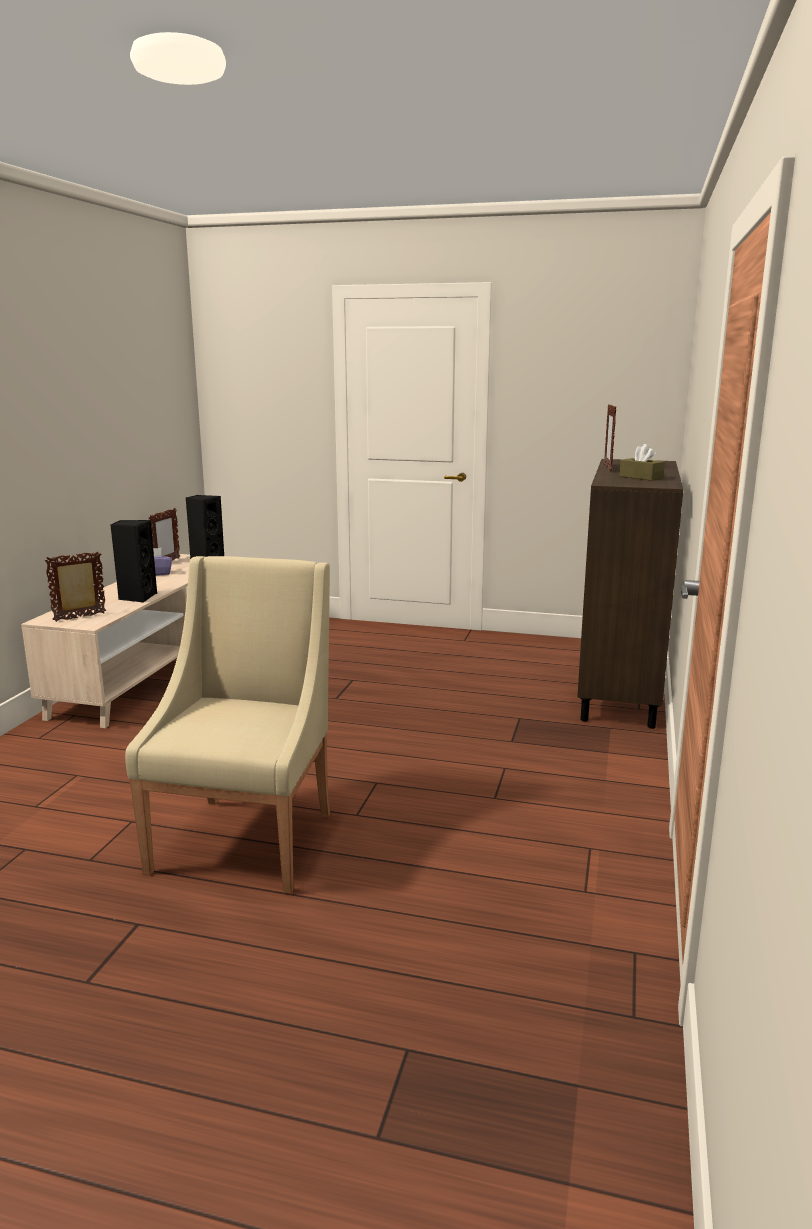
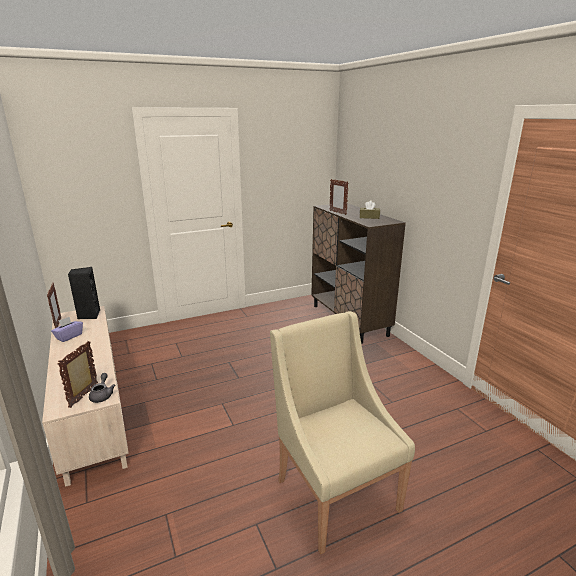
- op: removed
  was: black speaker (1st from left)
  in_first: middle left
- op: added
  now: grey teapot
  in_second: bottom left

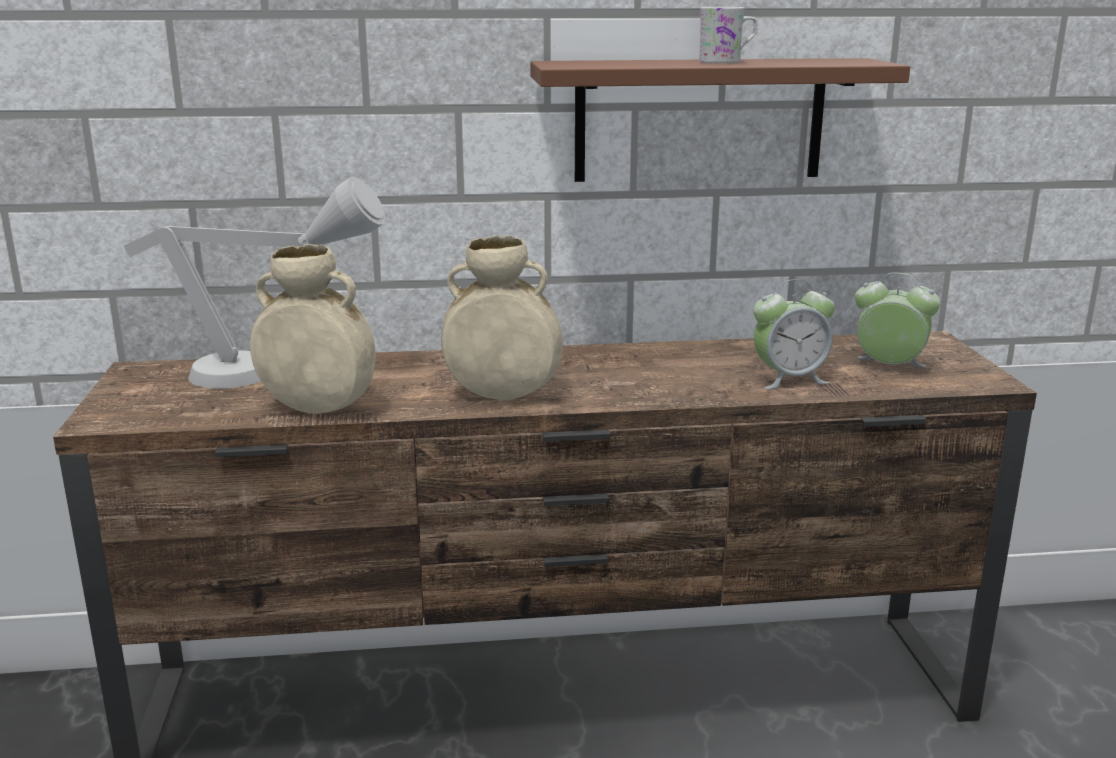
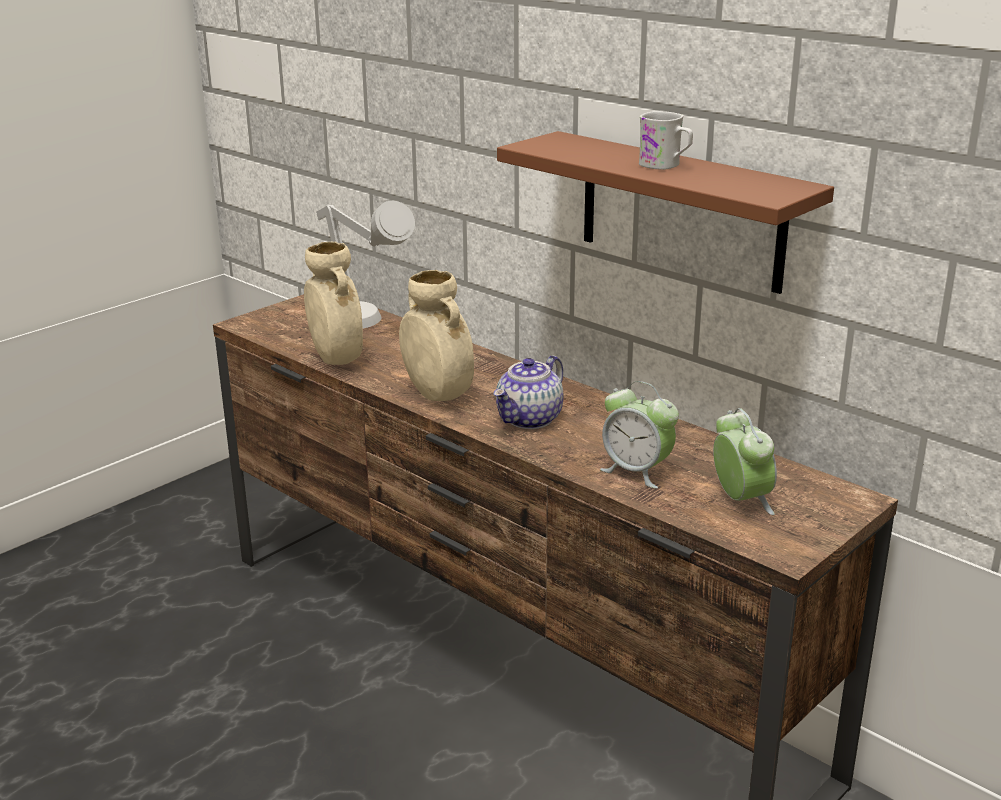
- op: added
  now: teapot
  in_second: centre

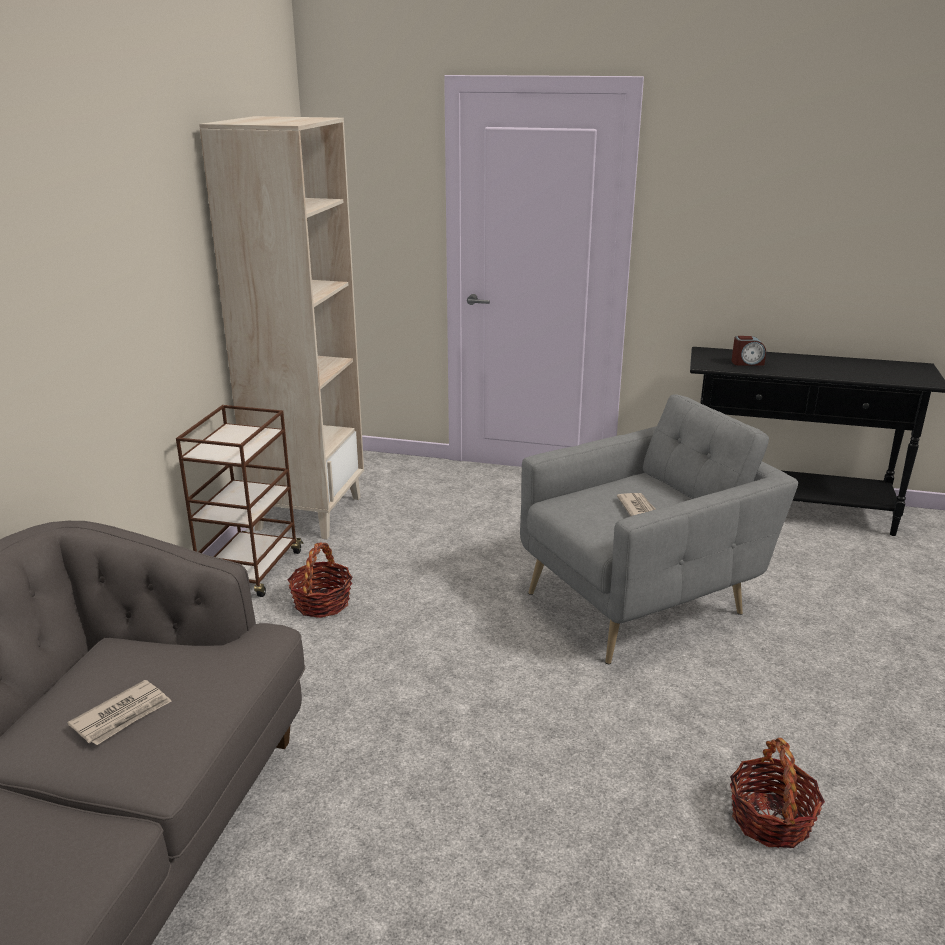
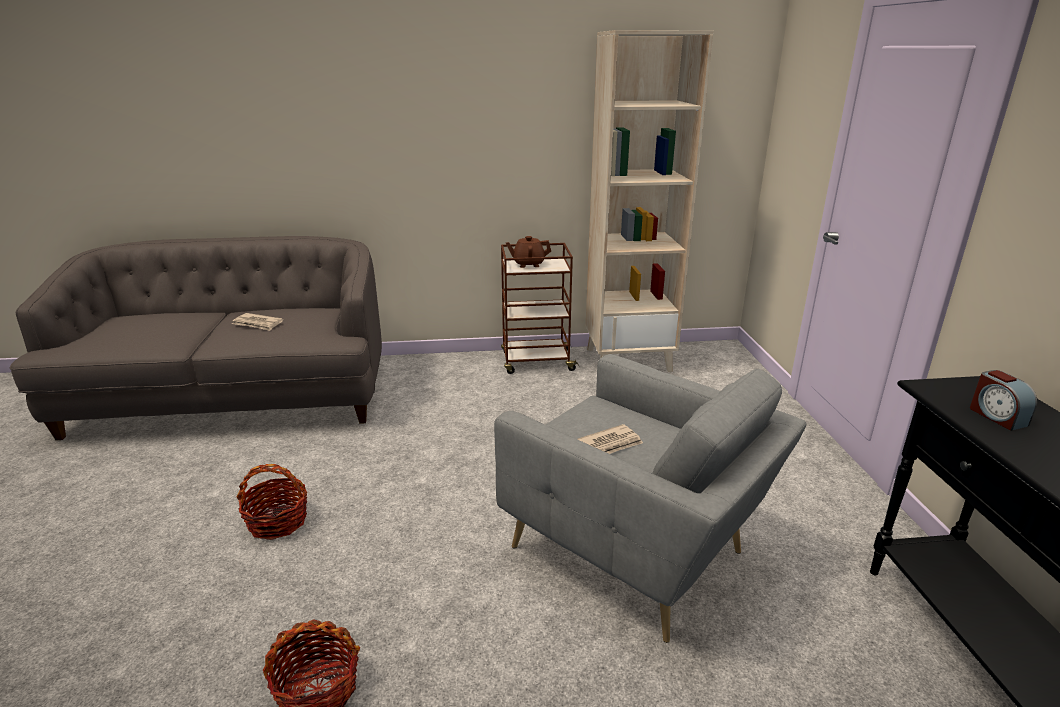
- op: moved
  was: basket (1st from left)
  in_first: centre
  in_second: bottom left
- op: added
  now: brown teapot
  in_second: centre

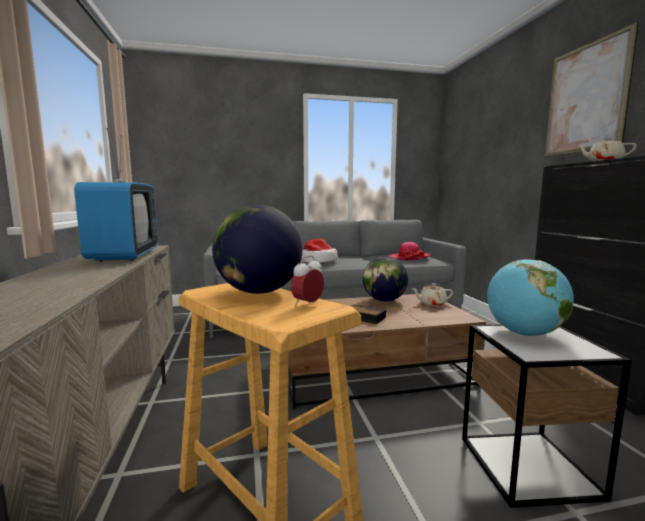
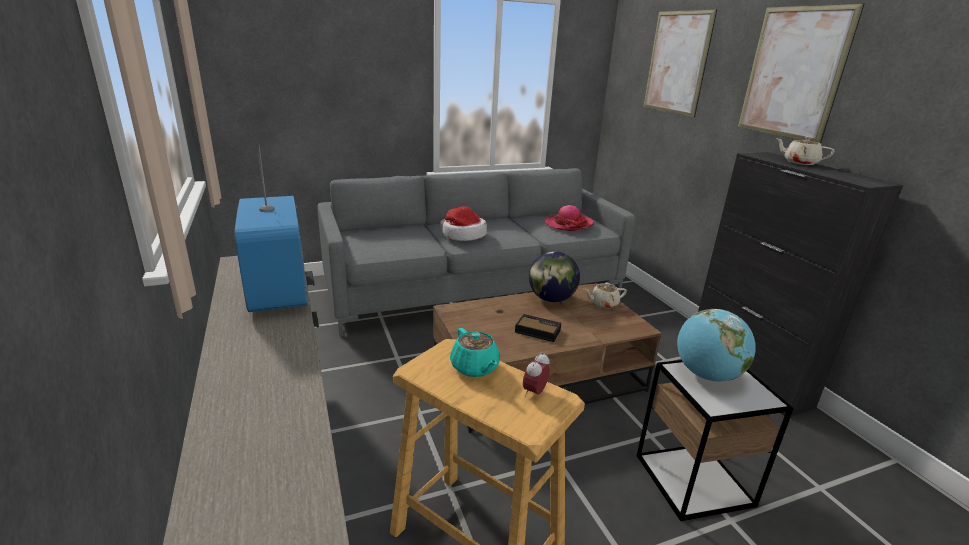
- op: replaced
  was: globe (1st from left)
  now: turquoise teapot
  in_first: centre
  in_second: centre
- op: added
  now: picture (1st from left)
  in_second: top right

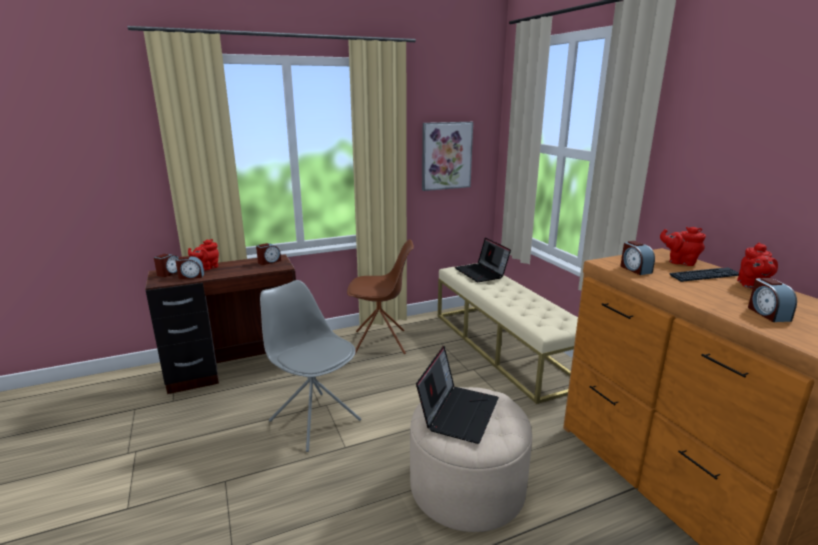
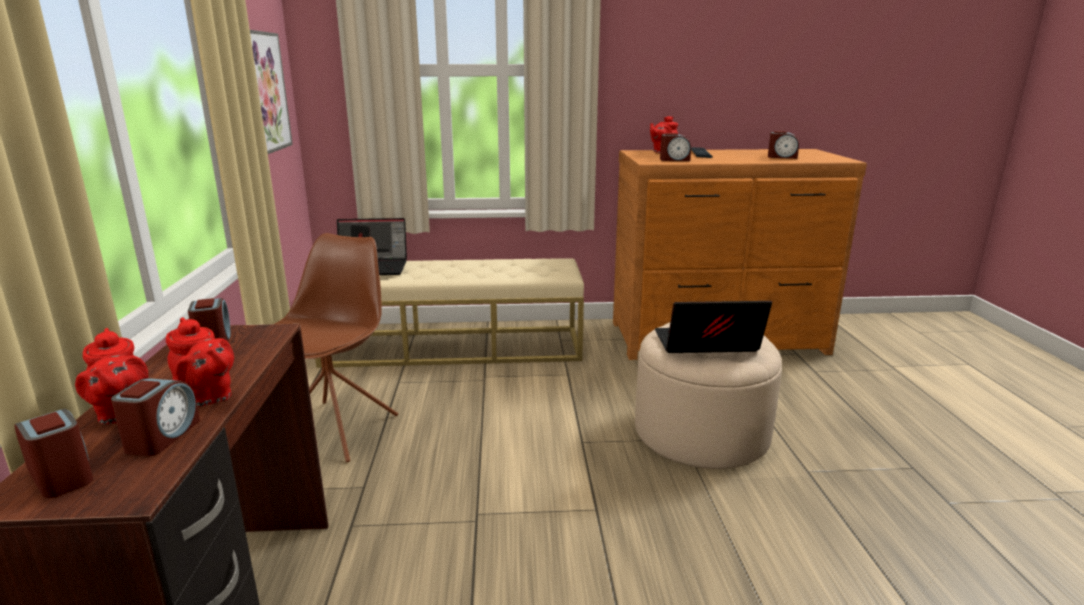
- op: removed
  was: grey chair
  in_first: bottom centre
- op: turned
  was: laptop (1st from left in the first image)
  in_first: bottom centre
  in_second: centre
  clockwise: -45
- op: moved
  was: red teapot (3rd from left in the first image)
  now: red teapot (2nd from left)
  in_first: middle right
  in_second: middle left

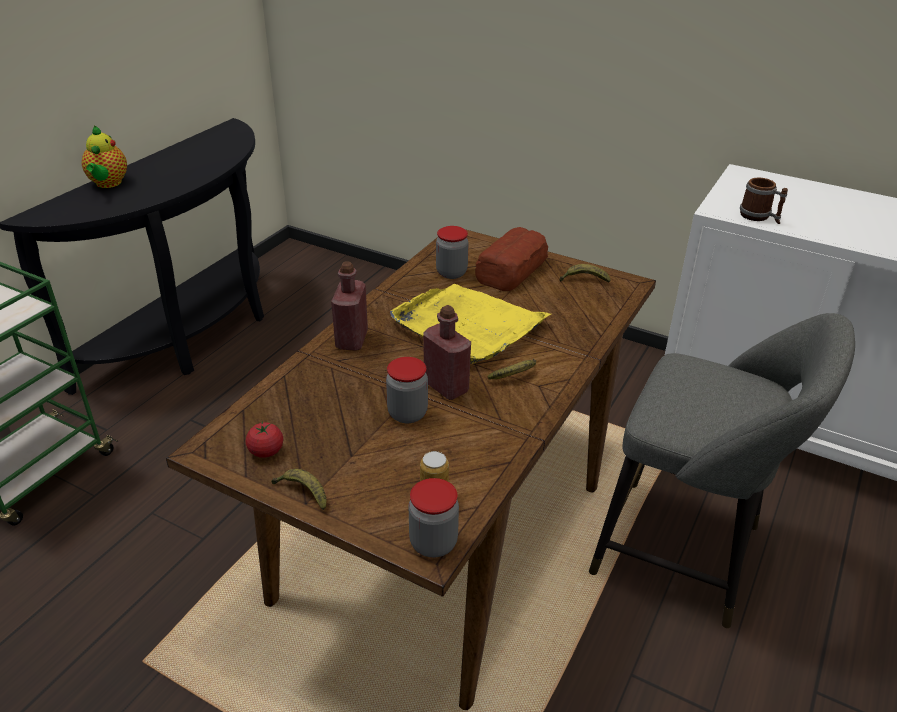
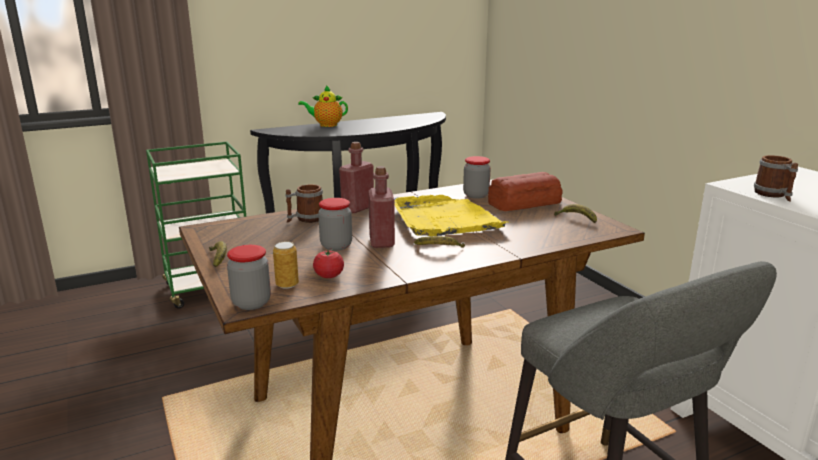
- op: turned
  was: teapot
  in_first: top left
  in_second: top centre
  clockwise: 60
- op: moved
  was: tomato
  in_first: middle left
  in_second: centre
- op: added
  now: mug (1st from left)
  in_second: centre

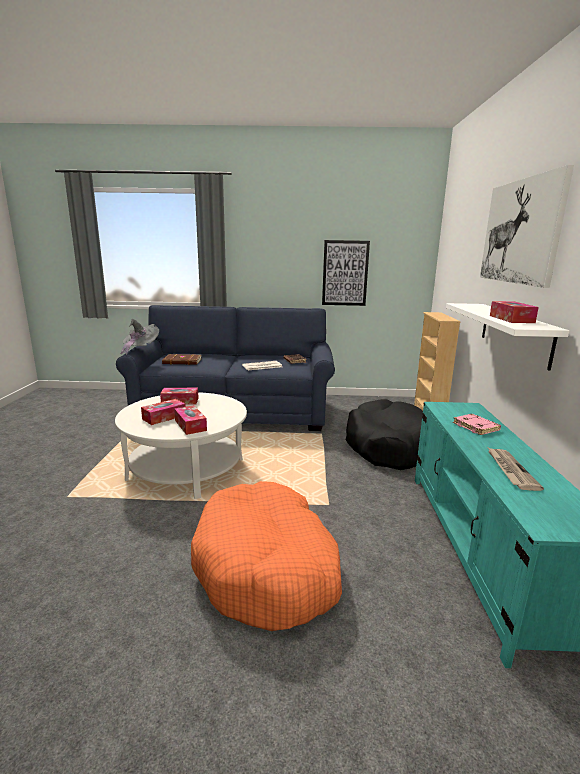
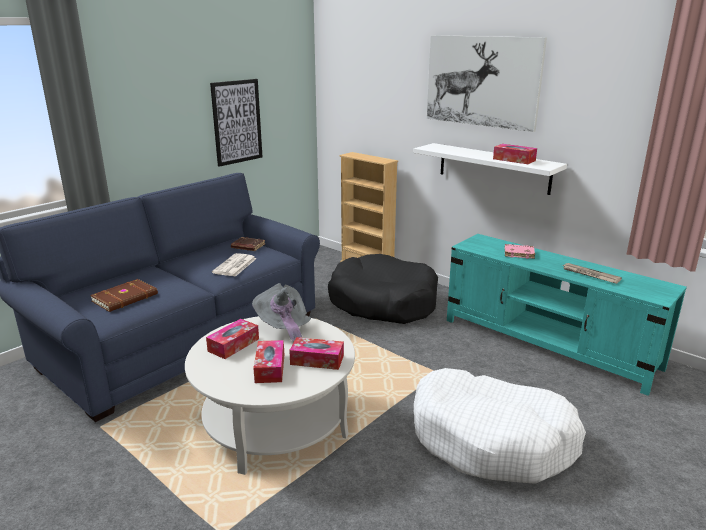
- op: moved
  was: grey hat
  in_first: middle left
  in_second: centre
- op: recoloured
  was: orange dog bed
  now: white dog bed
  in_first: bottom centre
  in_second: bottom right

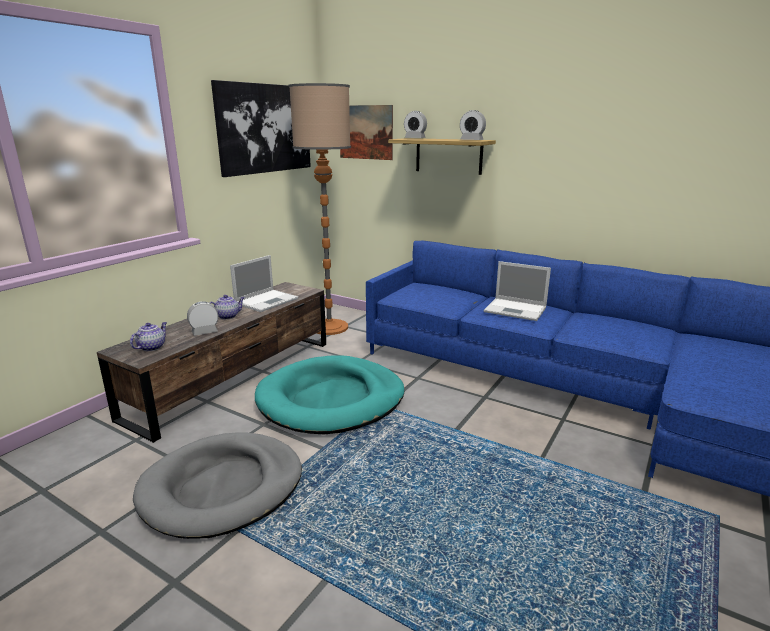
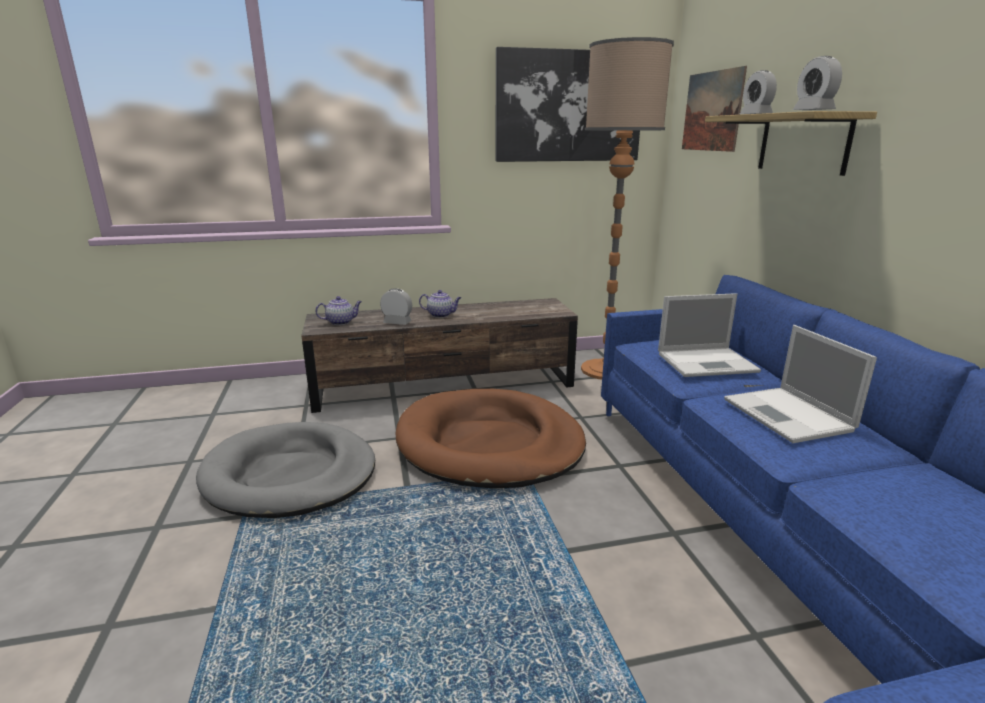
- op: moved
  was: laptop (1st from left)
  in_first: centre
  in_second: middle right
- op: recoloured
  was: turquoise dog bed
  now: brown dog bed
  in_first: centre
  in_second: centre

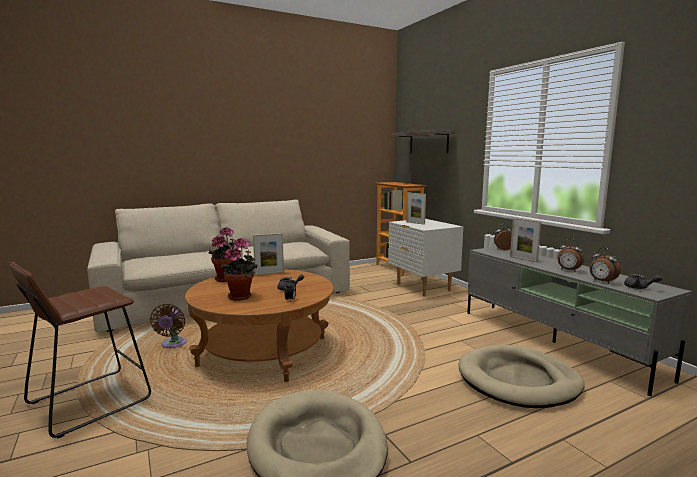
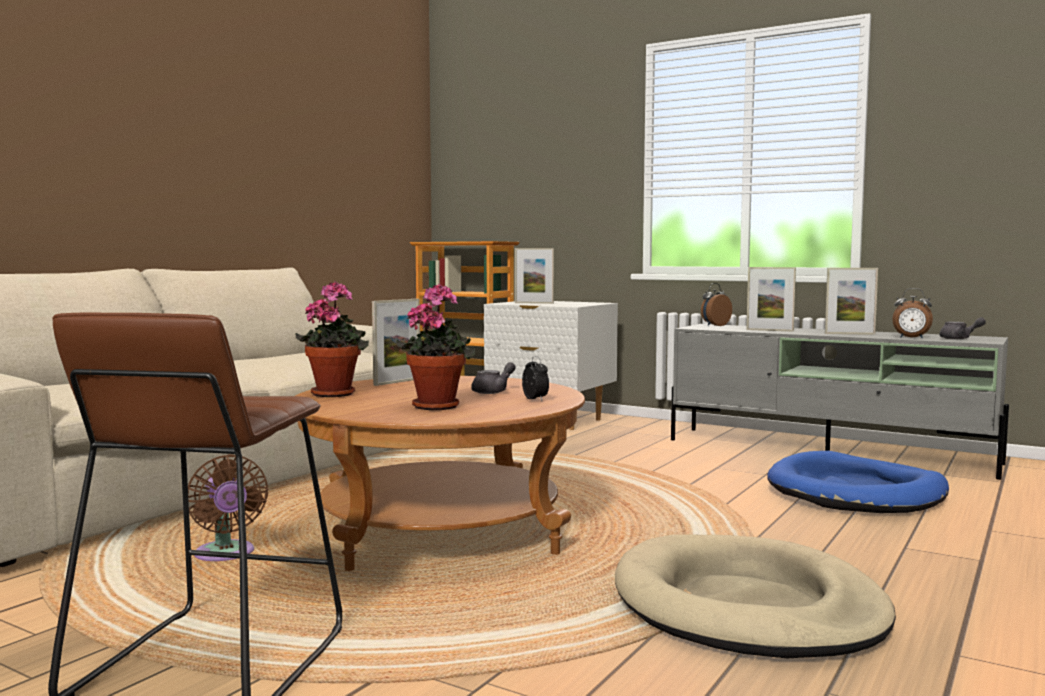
- op: removed
  was: shelf
  in_first: top centre
- op: recoloured
  was: beige dog bed (2nd from left)
  now: blue dog bed
  in_first: bottom right
  in_second: bottom right
- op: replaced
  was: alarm clock (3rd from left)
  now: picture frame (4th from left)
  in_first: middle right
  in_second: middle right

